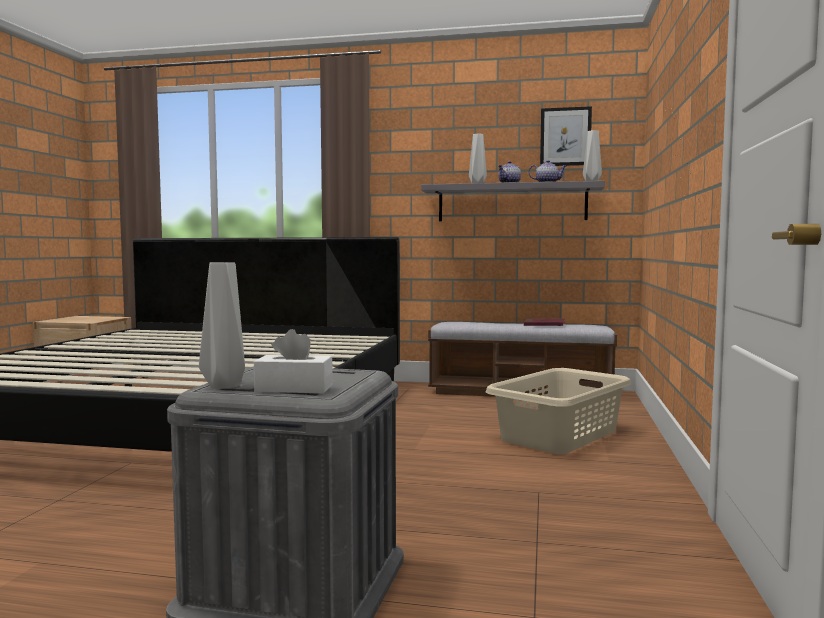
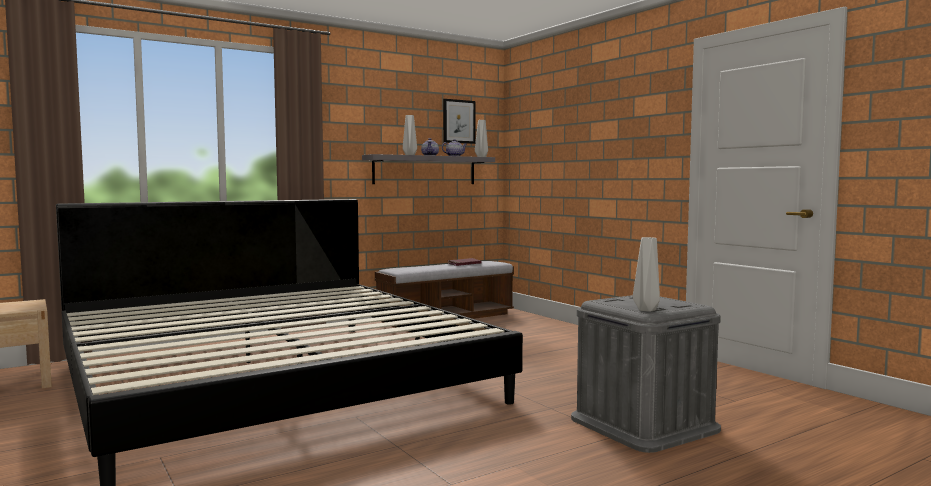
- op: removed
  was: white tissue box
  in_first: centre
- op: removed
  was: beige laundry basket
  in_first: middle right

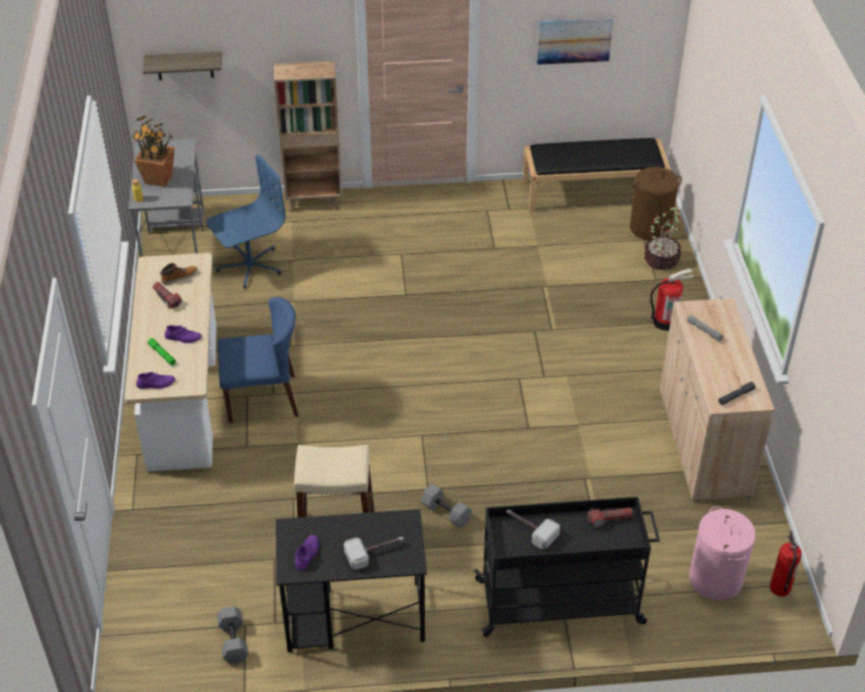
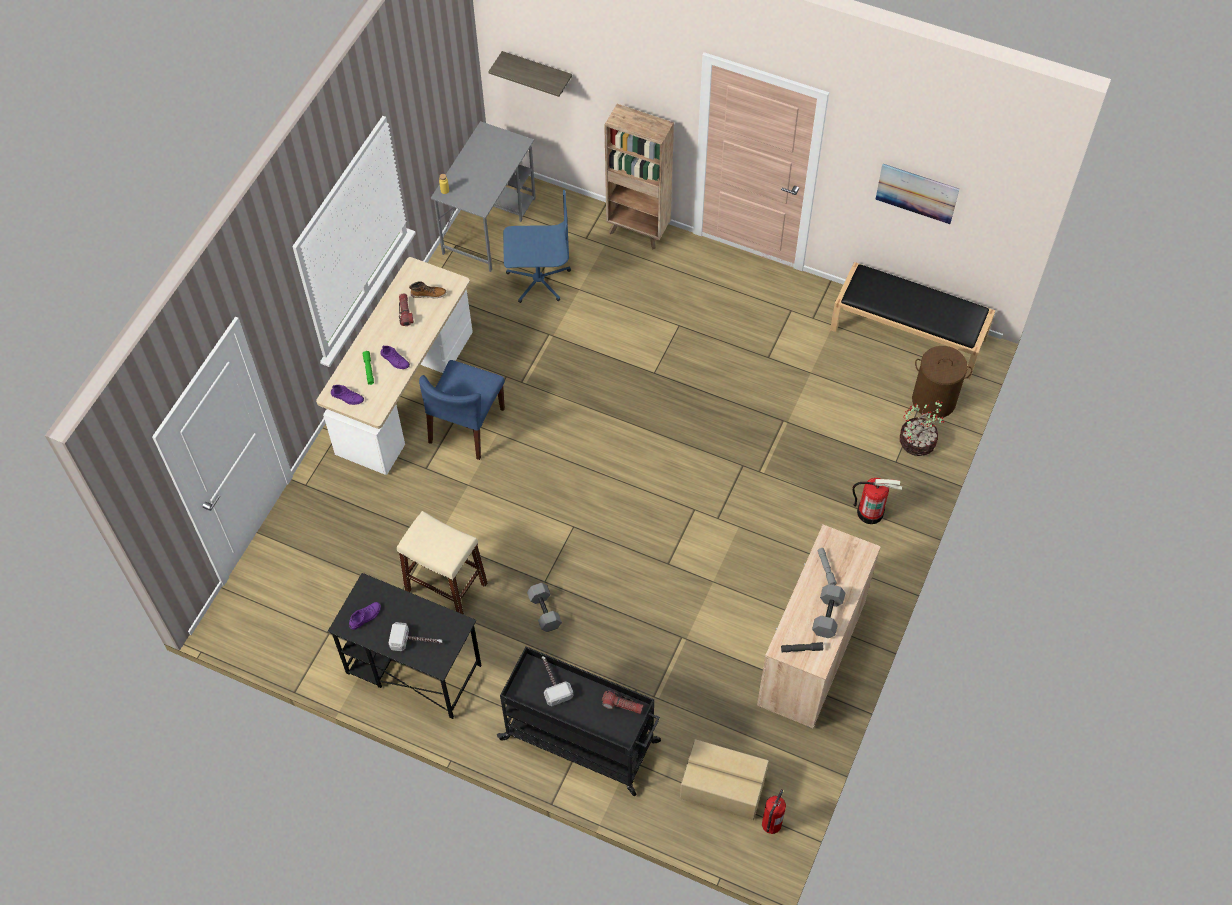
- op: removed
  was: potted plant (1st from left)
  in_first: top left
- op: moved
  was: grey dumbbell (1st from left in the first image)
  now: grey dumbbell (2nd from left)
  in_first: bottom left
  in_second: bottom right
- op: turned
  was: blue chair
  in_first: middle left
  in_second: centre
  clockwise: 90
- op: replaced
  was: pink laundry basket
  now: cardboard box
  in_first: bottom right
  in_second: bottom centre

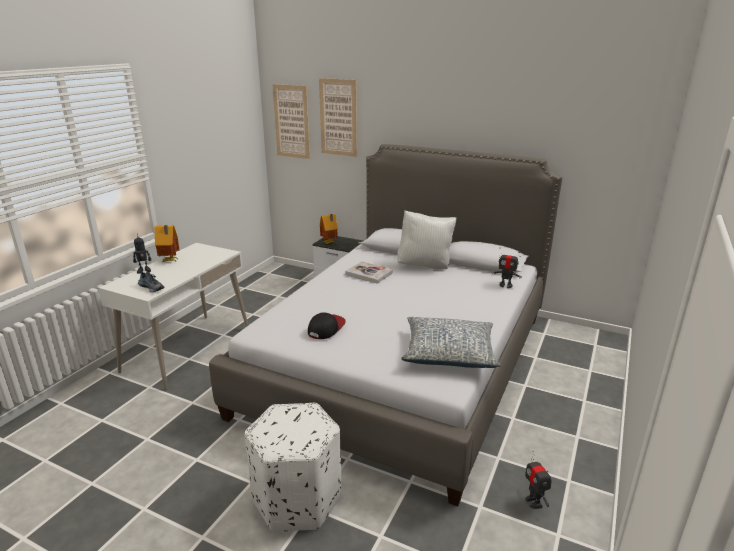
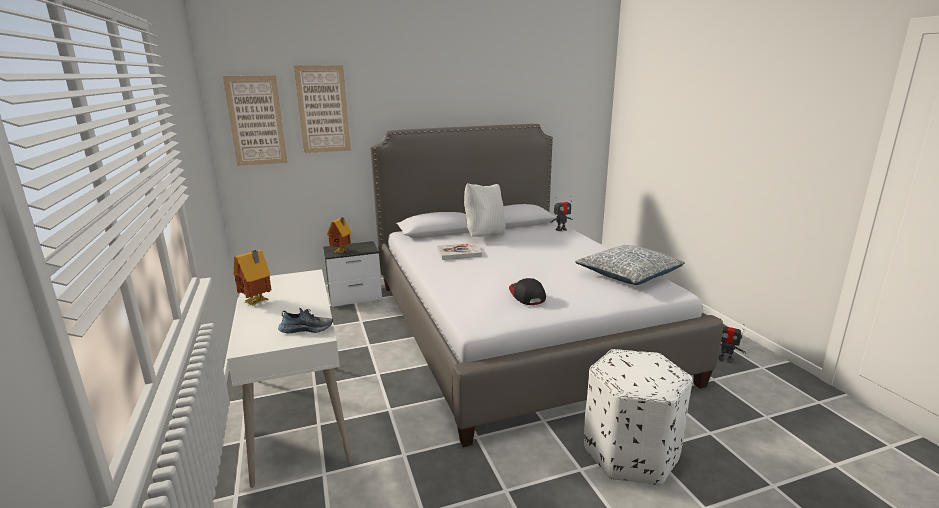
- op: removed
  was: toy robot (1st from left)
  in_first: middle left

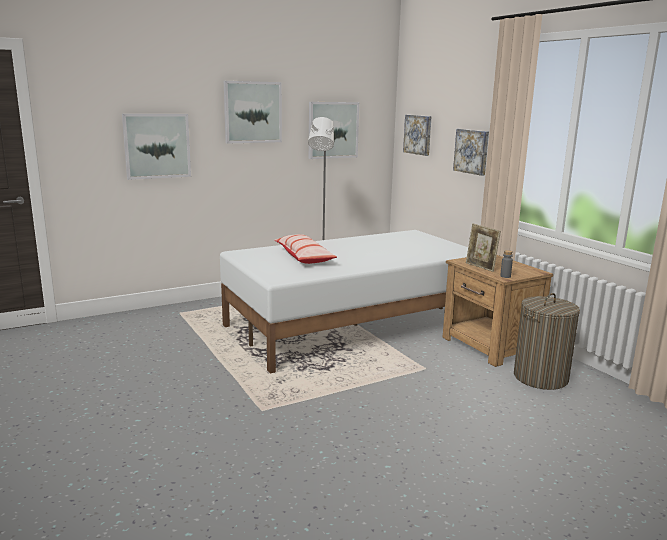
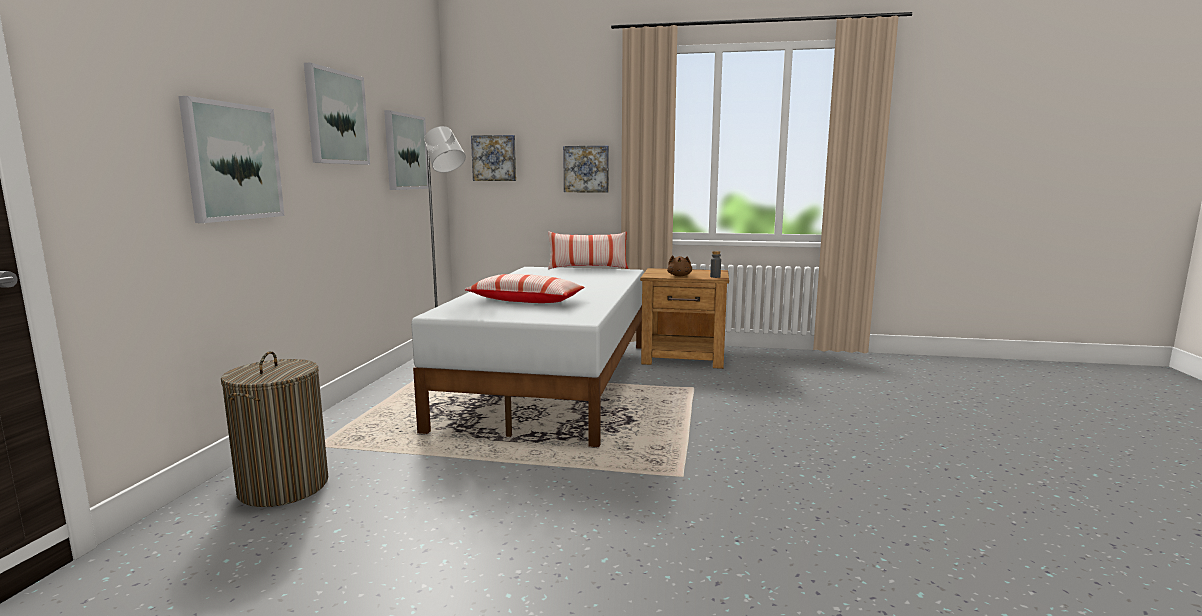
- op: replaced
  was: picture frame
  now: brown plush toy
  in_first: middle right
  in_second: centre
- op: moved
  was: laundry basket
  in_first: middle right
  in_second: bottom left
- op: added
  now: pillow (2nd from left)
  in_second: centre

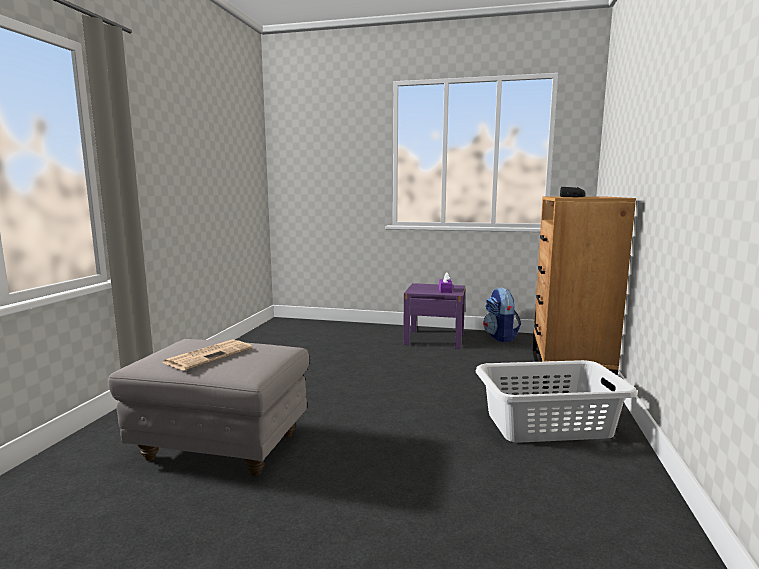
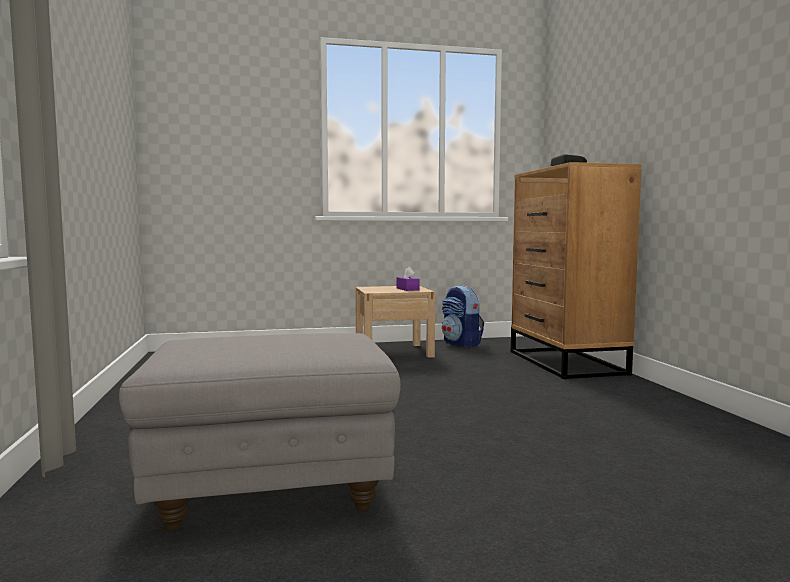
- op: removed
  was: newspaper
  in_first: middle left
- op: recoloured
  was: purple nightstand
  now: beige nightstand
  in_first: centre
  in_second: centre
- op: removed
  was: white laundry basket
  in_first: bottom right

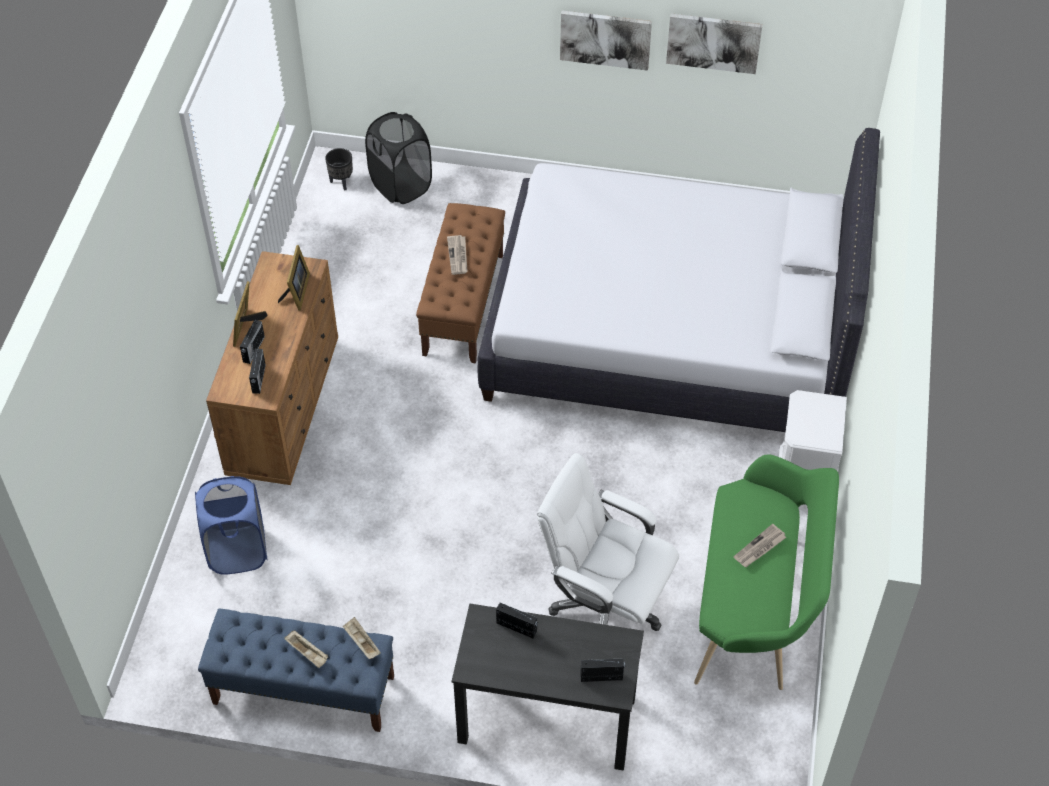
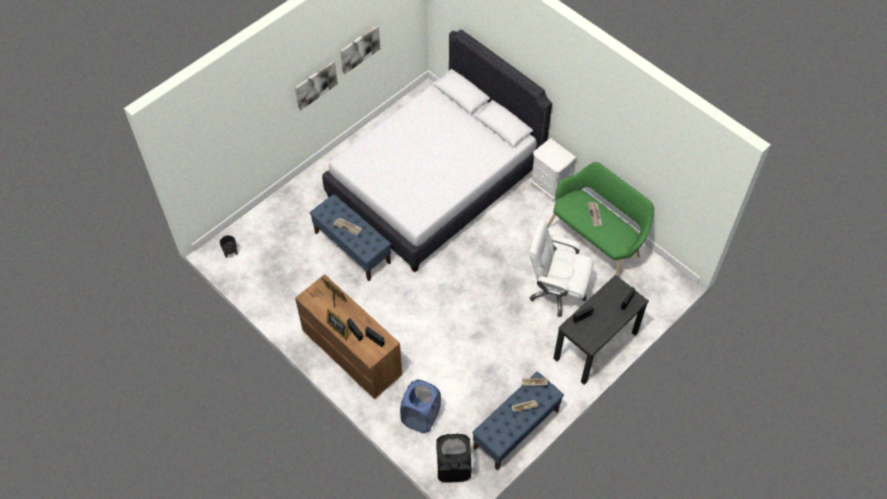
- op: moved
  was: black laundry basket
  in_first: top centre
  in_second: bottom centre
- op: recoloured
  was: brown bench
  now: blue bench (1st from left)
  in_first: centre
  in_second: centre
- op: turned
  was: white office chair
  in_first: bottom centre
  in_second: centre
  clockwise: 45

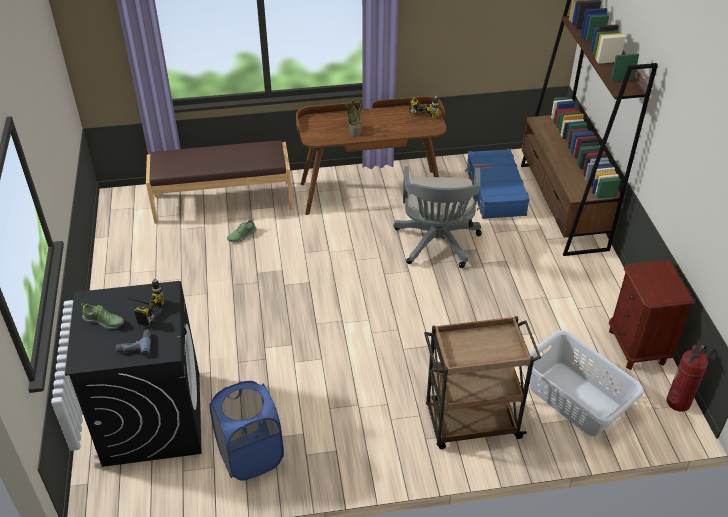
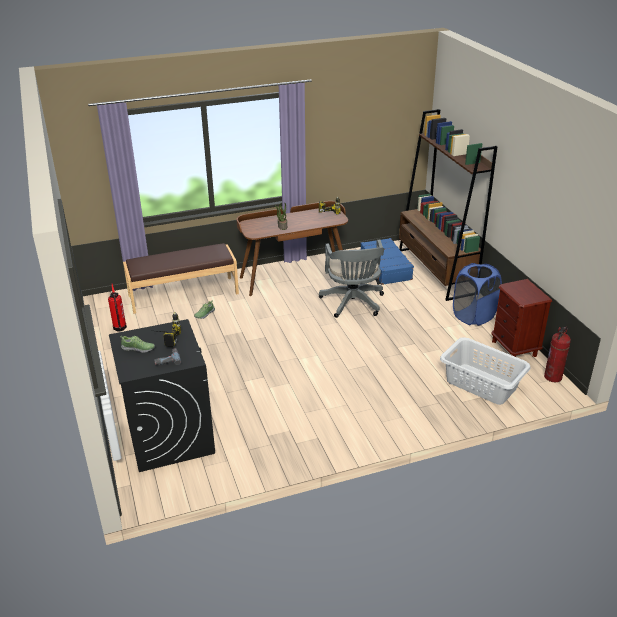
- op: moved
  was: blue laundry basket
  in_first: bottom centre
  in_second: middle right
- op: removed
  was: brown cart
  in_first: bottom centre
- op: added
  now: fire extinguisher (1st from left)
  in_second: middle left

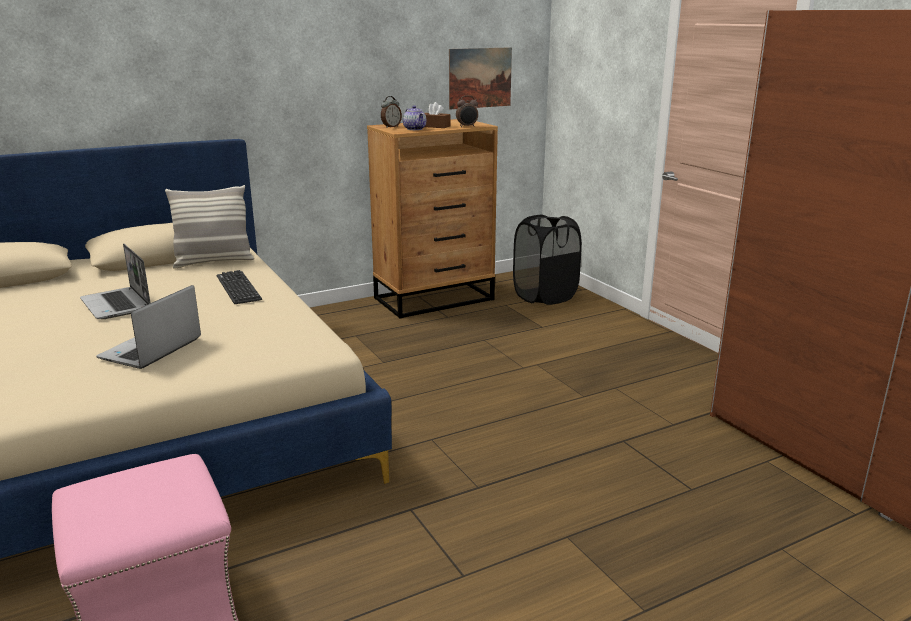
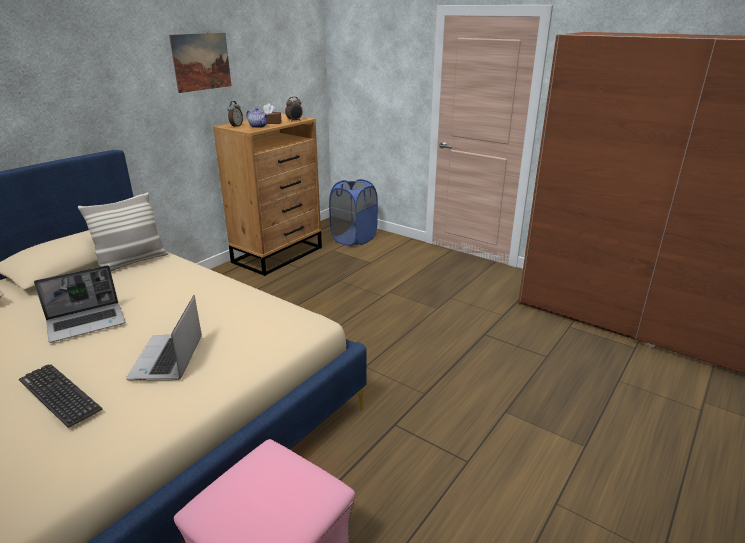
- op: turned
  was: laptop (1st from left)
  in_first: middle left
  in_second: middle left
  clockwise: -60
- op: moved
  was: keyboard
  in_first: middle left
  in_second: bottom left
- op: moved
  was: picture
  in_first: top centre
  in_second: top left
- op: recoloured
  was: black laundry basket
  now: blue laundry basket
  in_first: centre
  in_second: centre

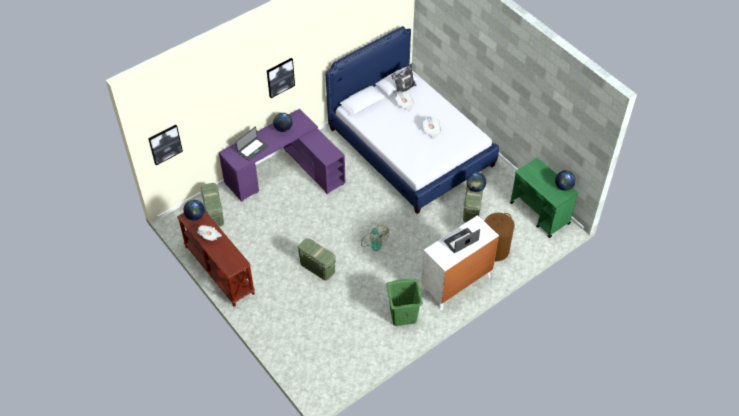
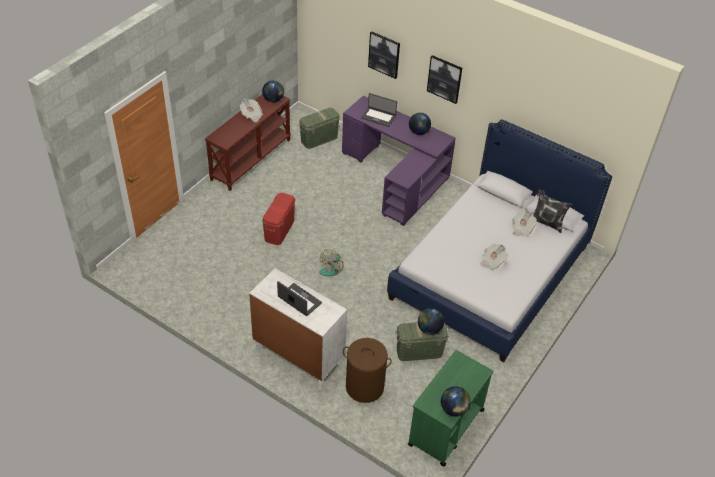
- op: moved
  was: picture (1st from left)
  in_first: middle left
  in_second: top centre
- op: recoloured
  was: green storage box (2nd from left)
  now: red storage box
  in_first: centre
  in_second: centre
- op: removed
  was: green laundry basket
  in_first: bottom centre

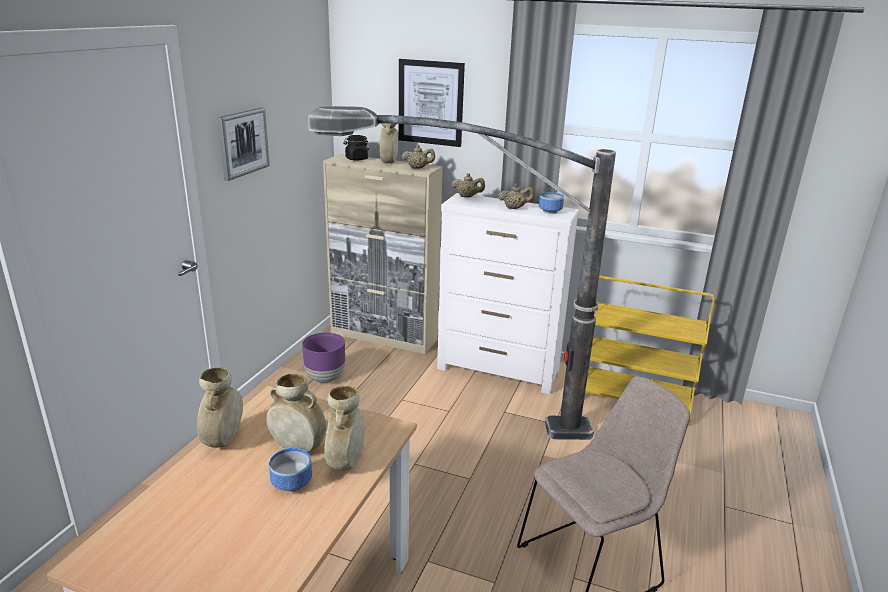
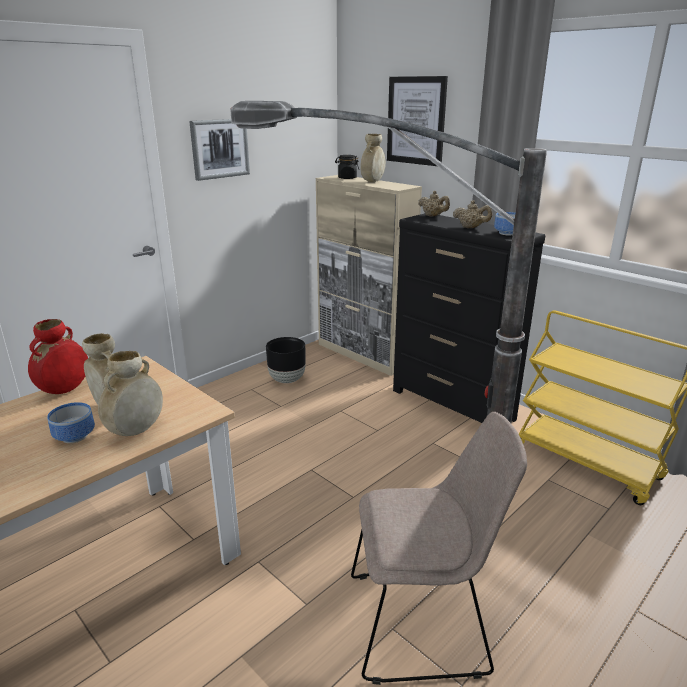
- op: recoloured
  was: beige vase (1st from left)
  now: red vase
  in_first: bottom left
  in_second: middle left
- op: recoloured
  was: purple planter
  now: black planter
  in_first: centre
  in_second: centre
- op: removed
  was: beige teapot (1st from left)
  in_first: top centre
- op: recoloured
  was: white dresser
  now: black dresser
  in_first: centre
  in_second: middle right

